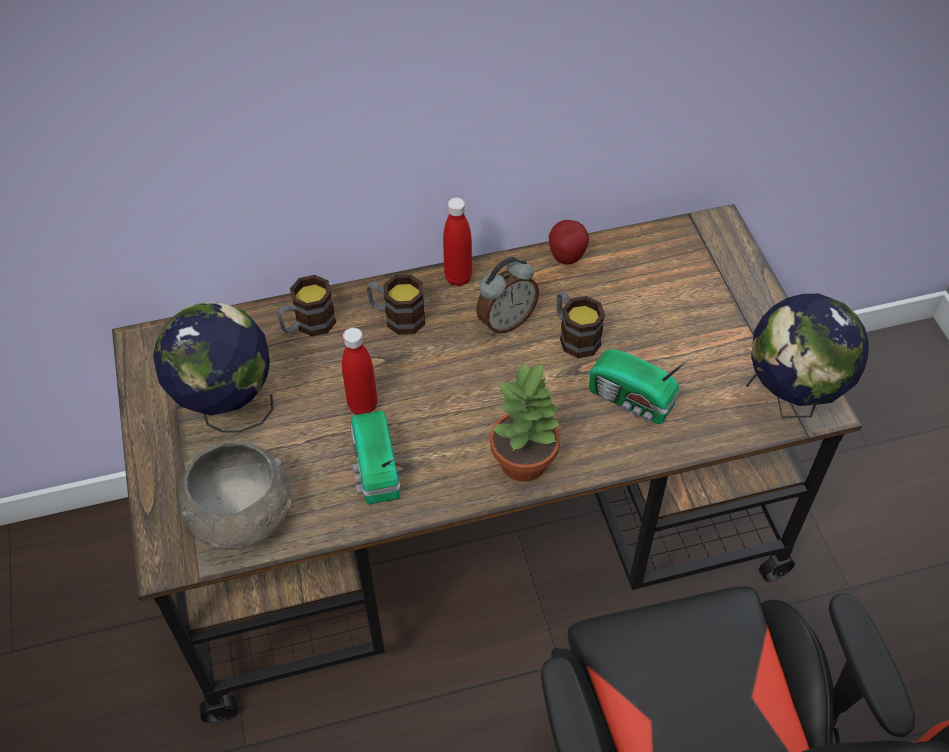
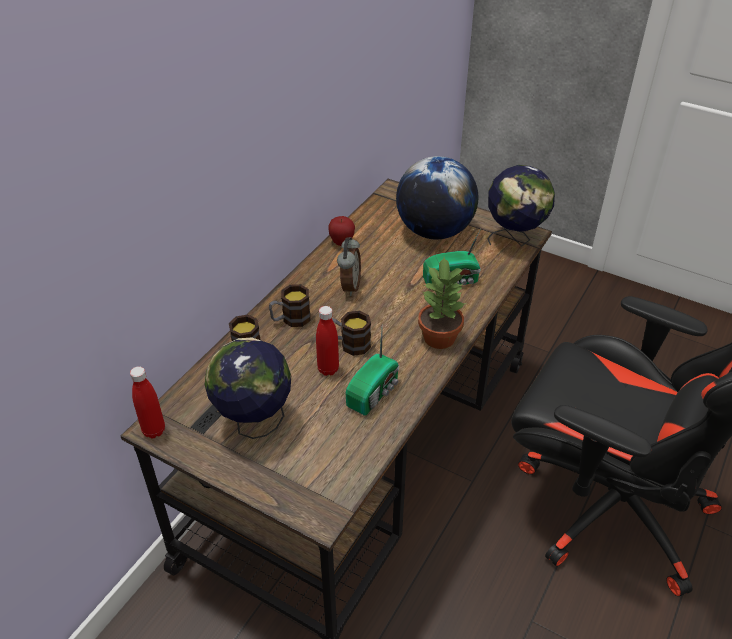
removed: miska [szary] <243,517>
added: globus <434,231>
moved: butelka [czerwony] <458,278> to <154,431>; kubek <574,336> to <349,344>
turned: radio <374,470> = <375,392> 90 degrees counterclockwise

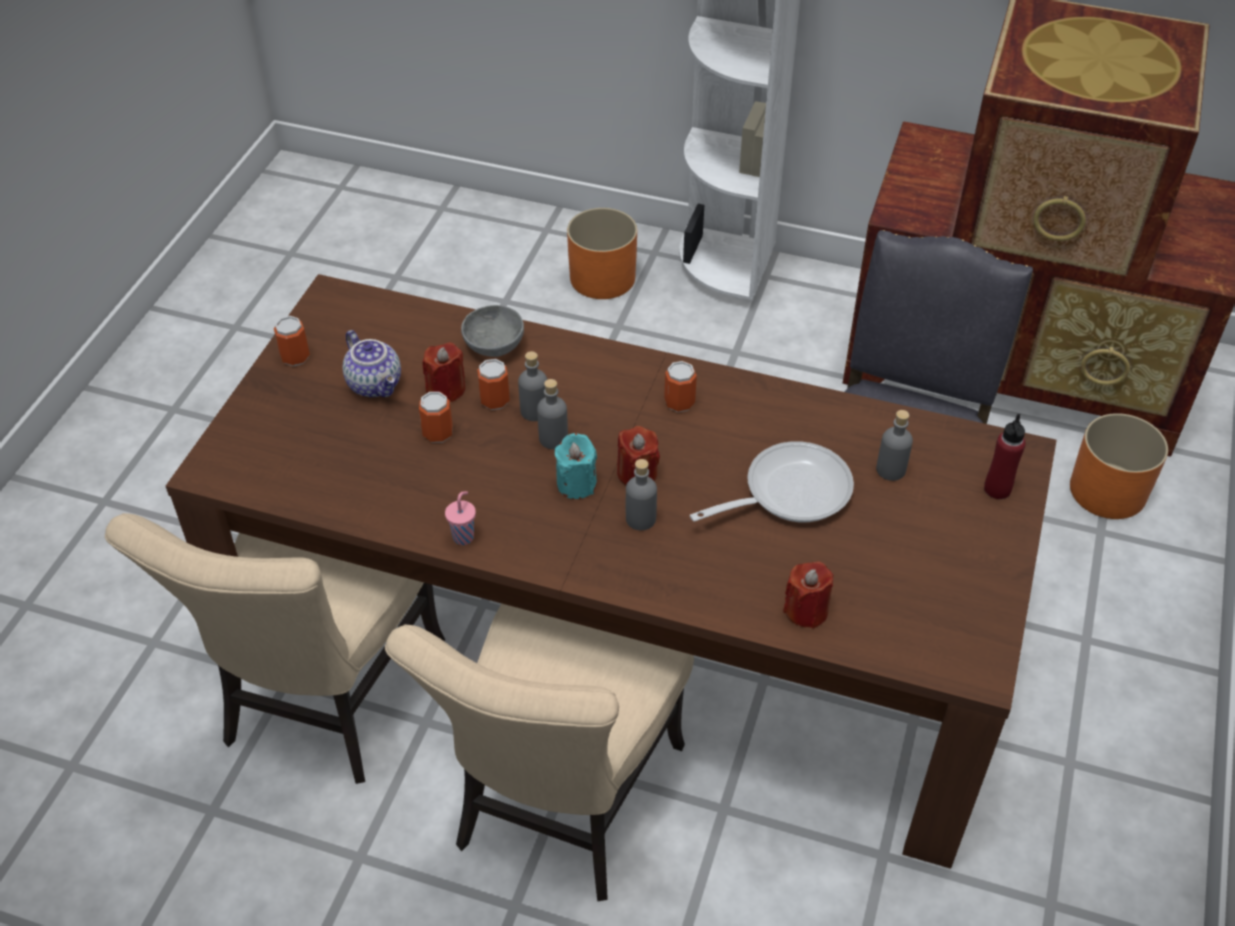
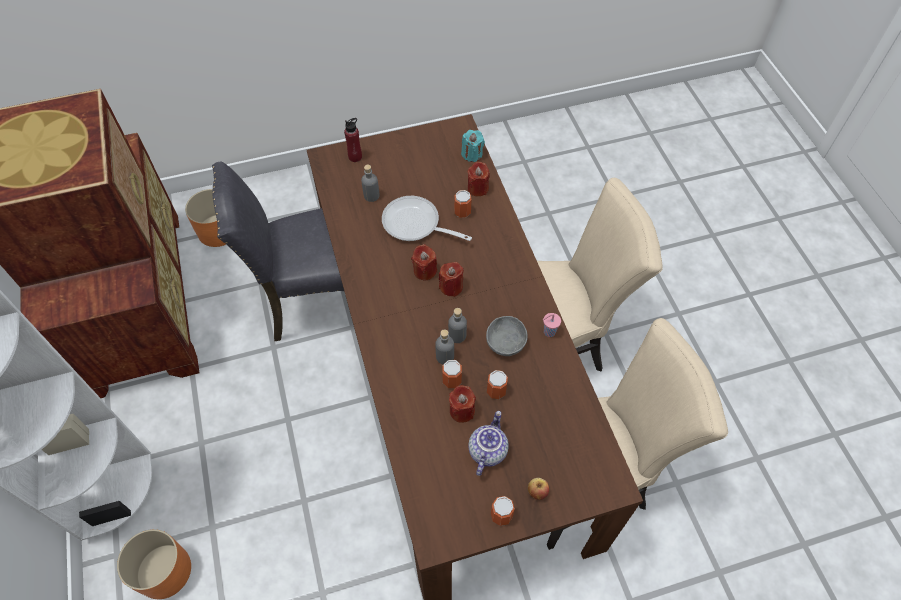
removed: butelka [szary] <640,519>
added: świeca [czerwony] <424,271>; jabłko <537,492>
moved: miska [szary] <493,346> to <506,343>; świeca [turkusowy] <576,484> to <472,154>; puszka <679,403> to <462,212>

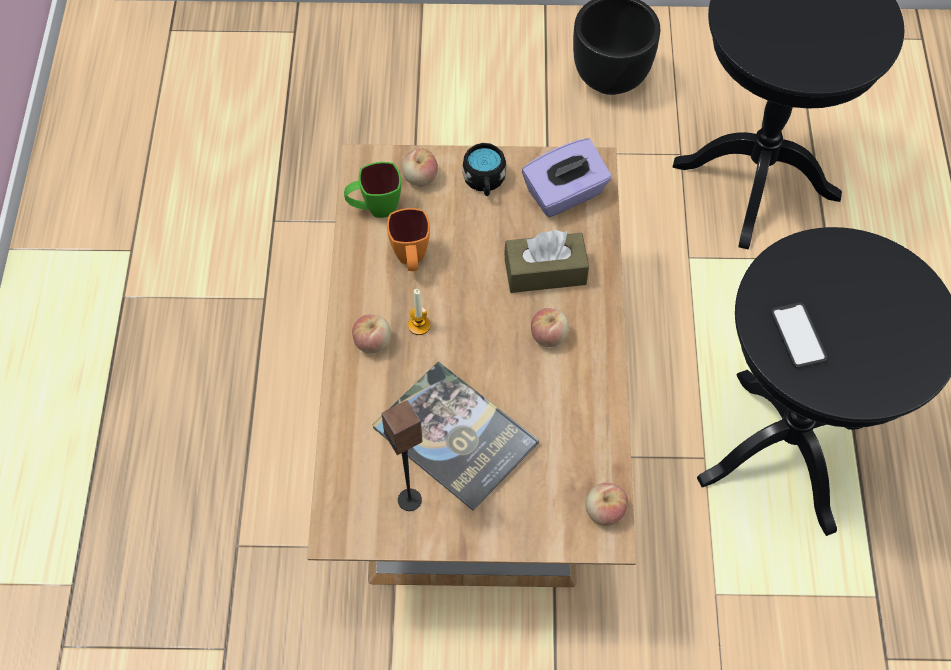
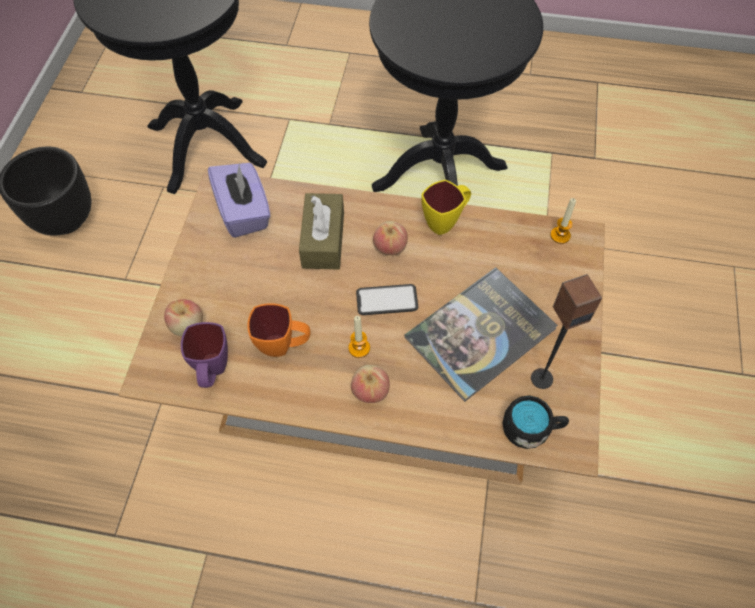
added: kubek [żółty] <446,221>
moved: kubek [czarny] <484,182> to <532,428>; telefon <798,336> to <387,300>
replaced: jabłko <604,511> to świeca <560,235>
recoloured: kubek [zielony] <374,209> to kubek [fioletowy] <213,371>

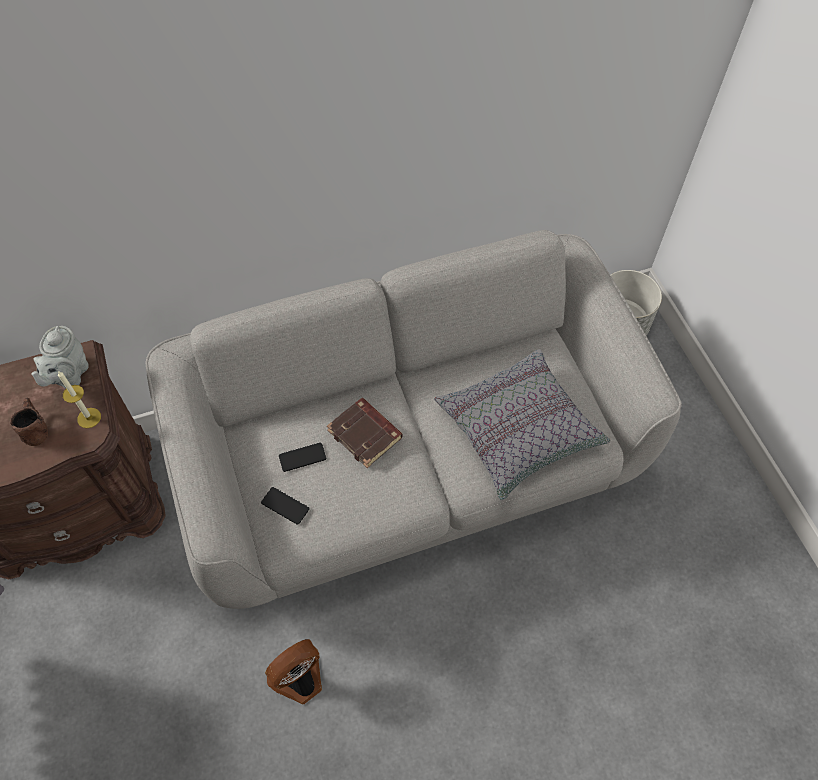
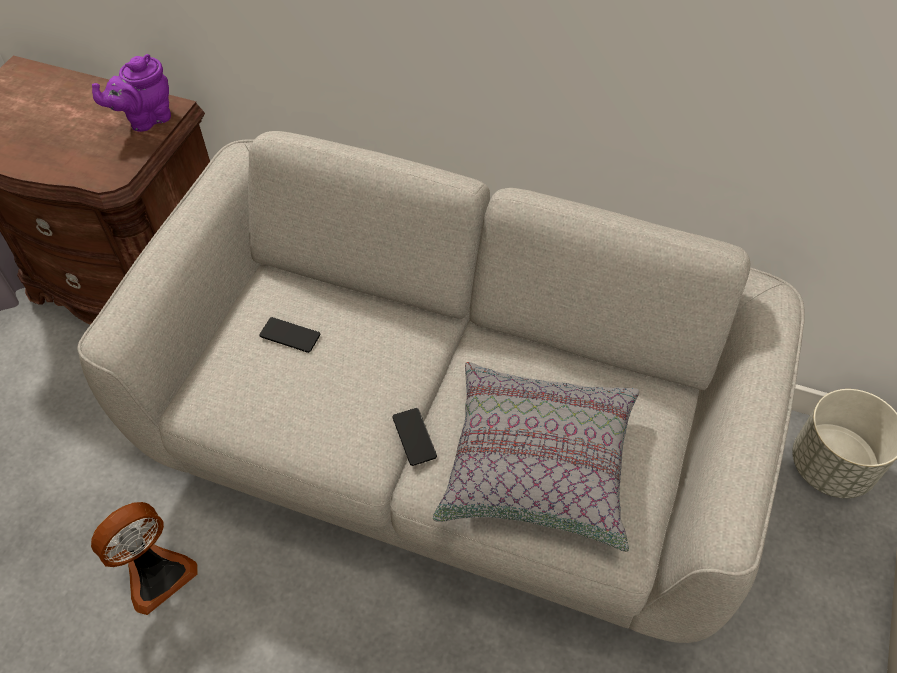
removed: kubek [brązowy] <35,427>; świeca <89,418>; książka [brązowy] <366,434>
moved: telefon <285,506> to <414,437>
recoloured: imbryk [szary] <69,375> to imbryk [fioletowy] <146,119>
turned: wentylator <299,678> = <156,573> 135 degrees clockwise

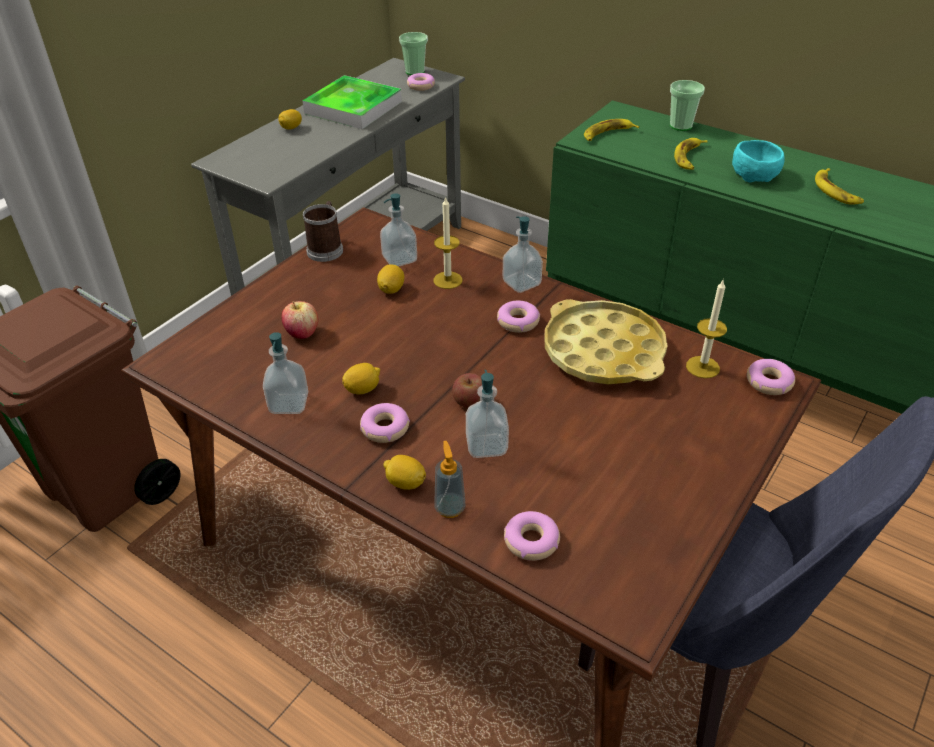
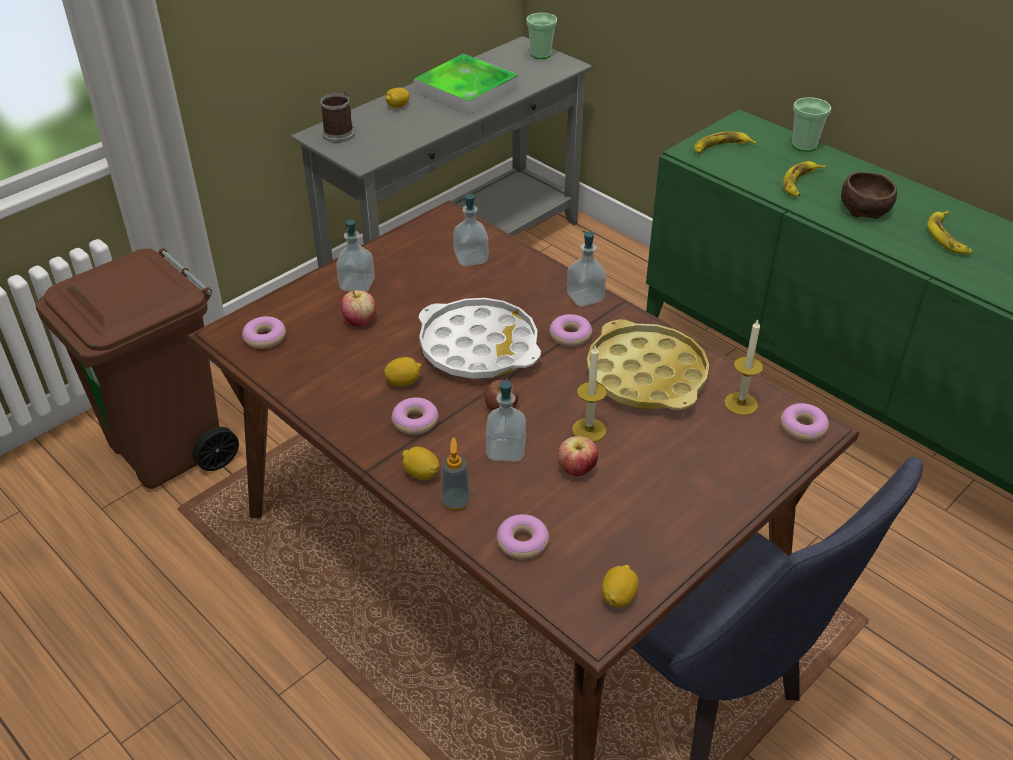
added: taca [biały] <478,347>; jabłko <576,470>
moved: dozownik mydła <289,404> to <357,285>; kubek <326,249> to <340,133>; cytryna <391,289> to <618,597>; donut <421,86> to <265,338>; świeca <448,280> to <589,430>
recoloured: miska [turkusowy] <755,174> to miska [brązowy] <866,209>

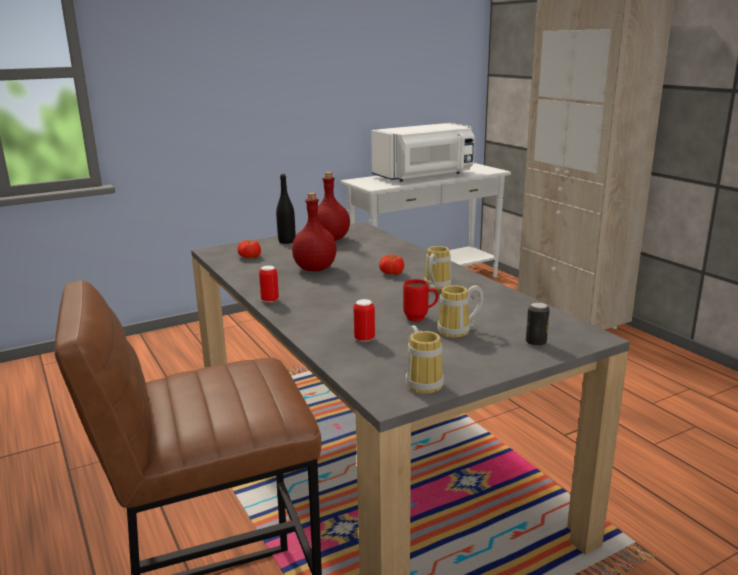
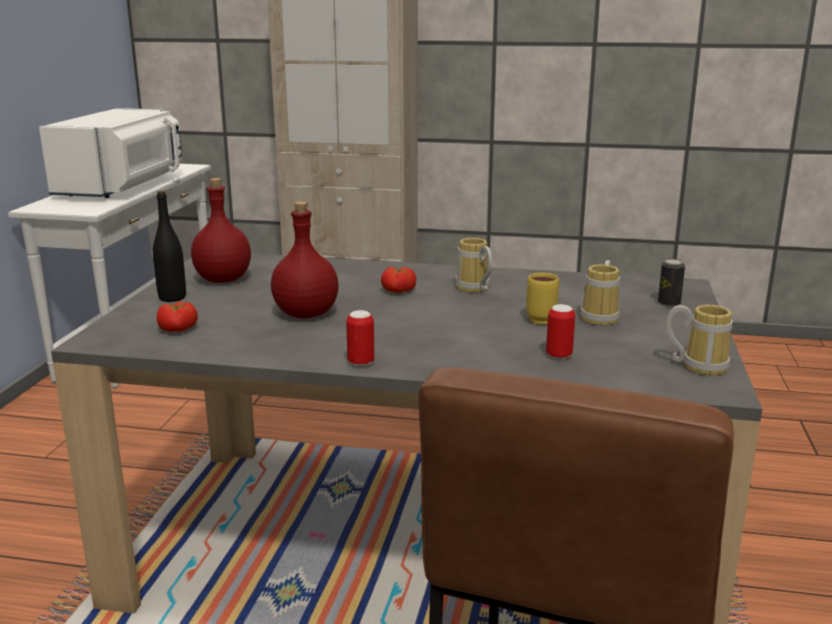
recoloured: kubek [czerwony] <420,318> to kubek [żółty] <544,319>

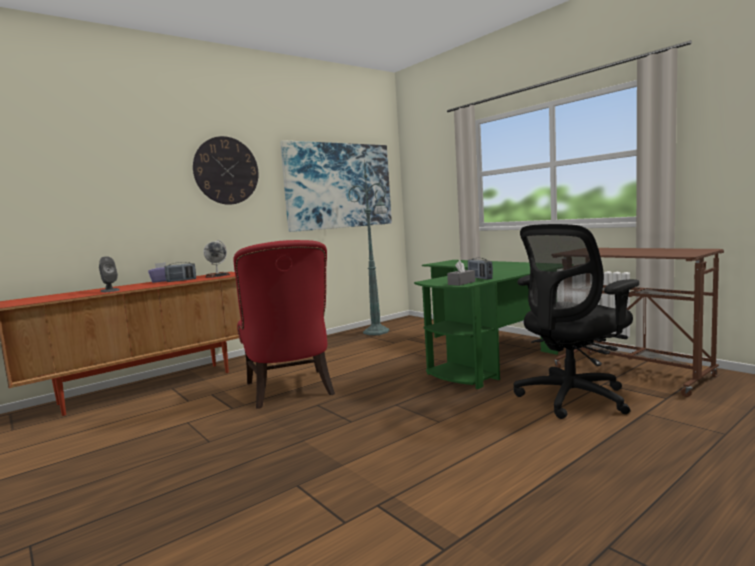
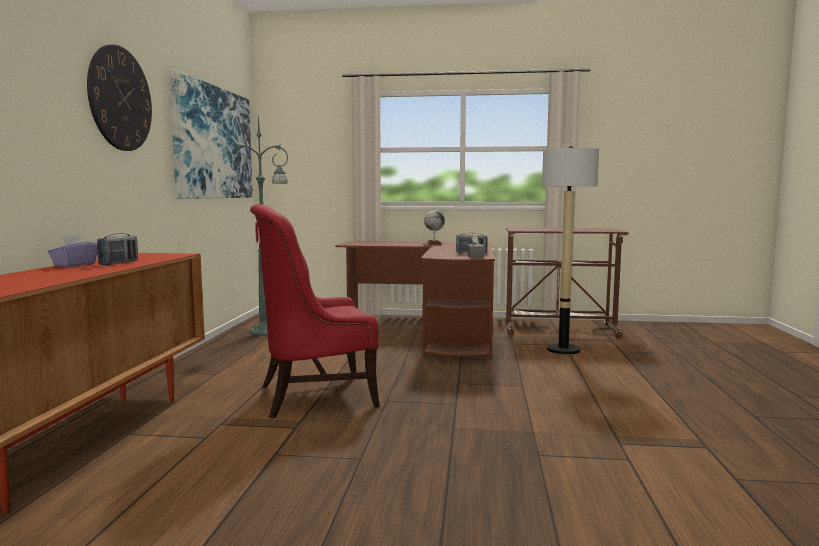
removed: głośnik [szary] <110,290>
moved: globus <217,276> to <434,243>
replaced: krzesło biurowe [czarny] <575,395> to lampa stojąca <563,349>
recoloured: biurko [zielony] <489,353> to biurko [brązowy] <432,333>
turned: krzesło [czerwony] <290,389> = <315,396> 135 degrees clockwise

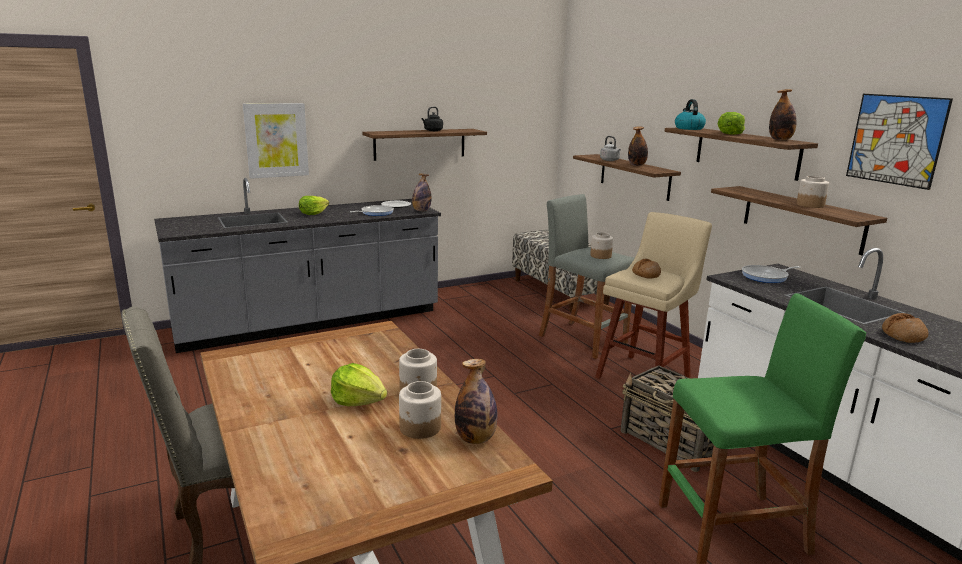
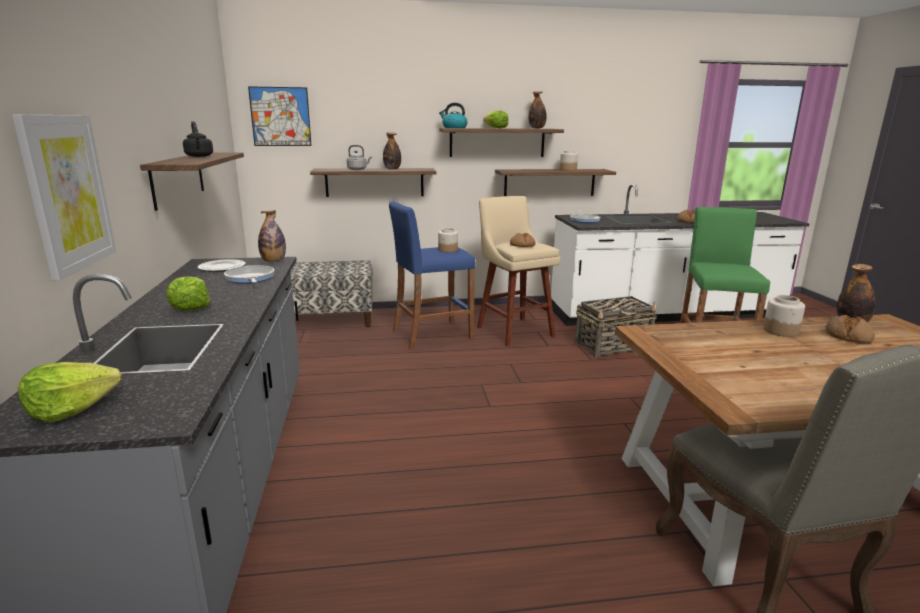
moved: sałata <358,401> to <71,409>; obraz <896,140> to <280,116>
replaced: słoik <420,428> to chleb <848,336>
recoloured: stołek [szary] <582,339> to stołek [niebieski] <431,335>

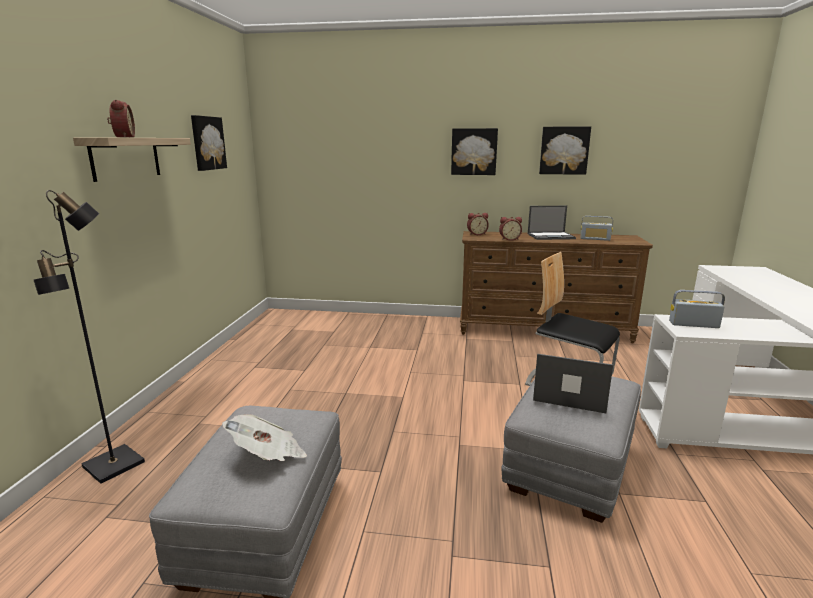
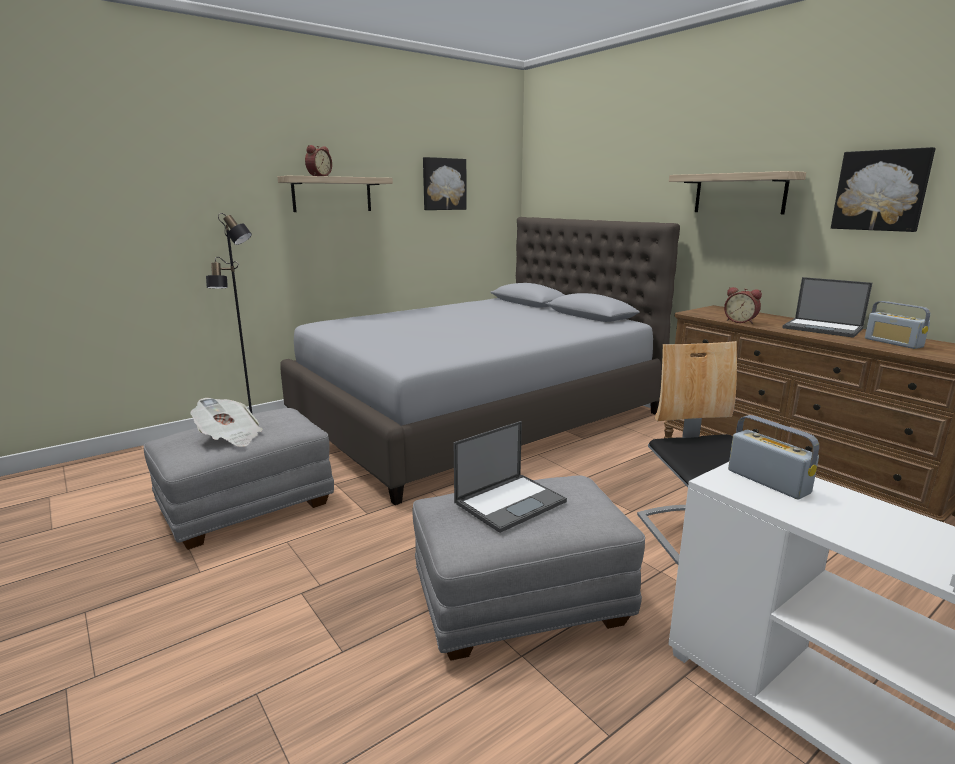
removed: budzik <476,234>
added: łóżko [szary] <477,415>
replaced: obraz <474,151> to półka <739,193>
turned: laptop <569,394> = <510,501> 75 degrees clockwise

